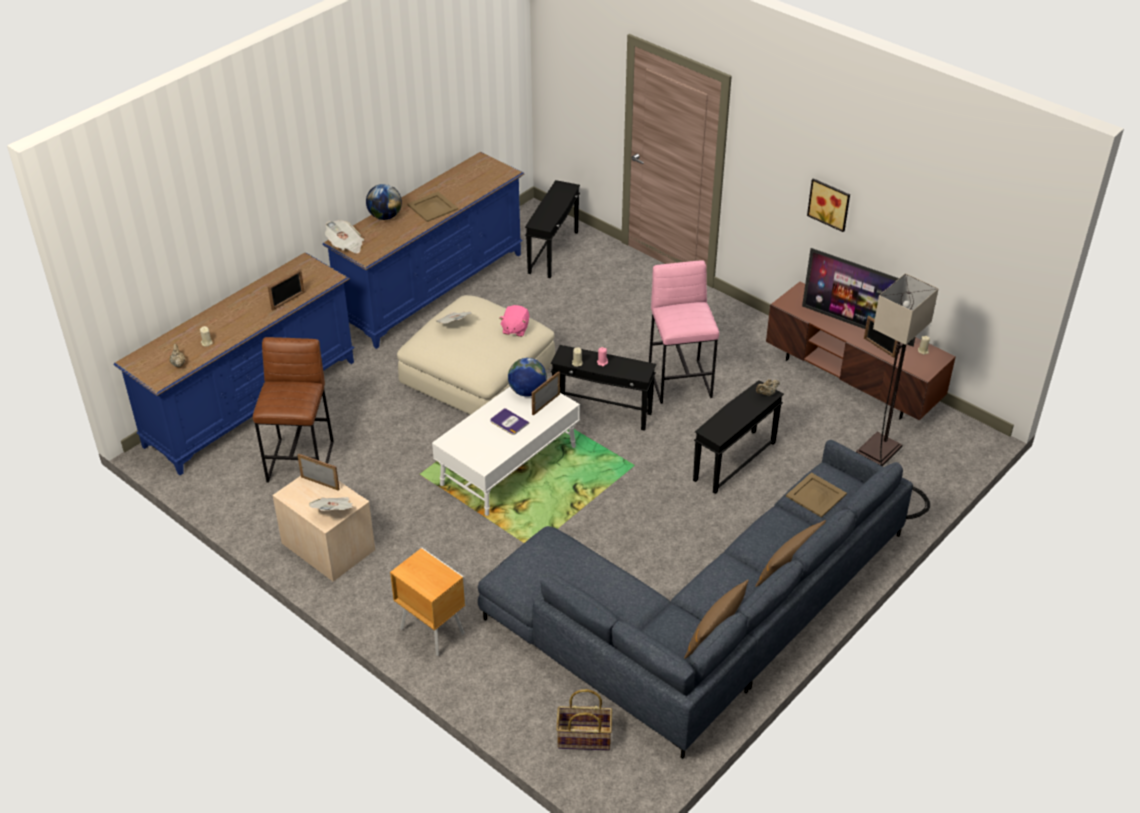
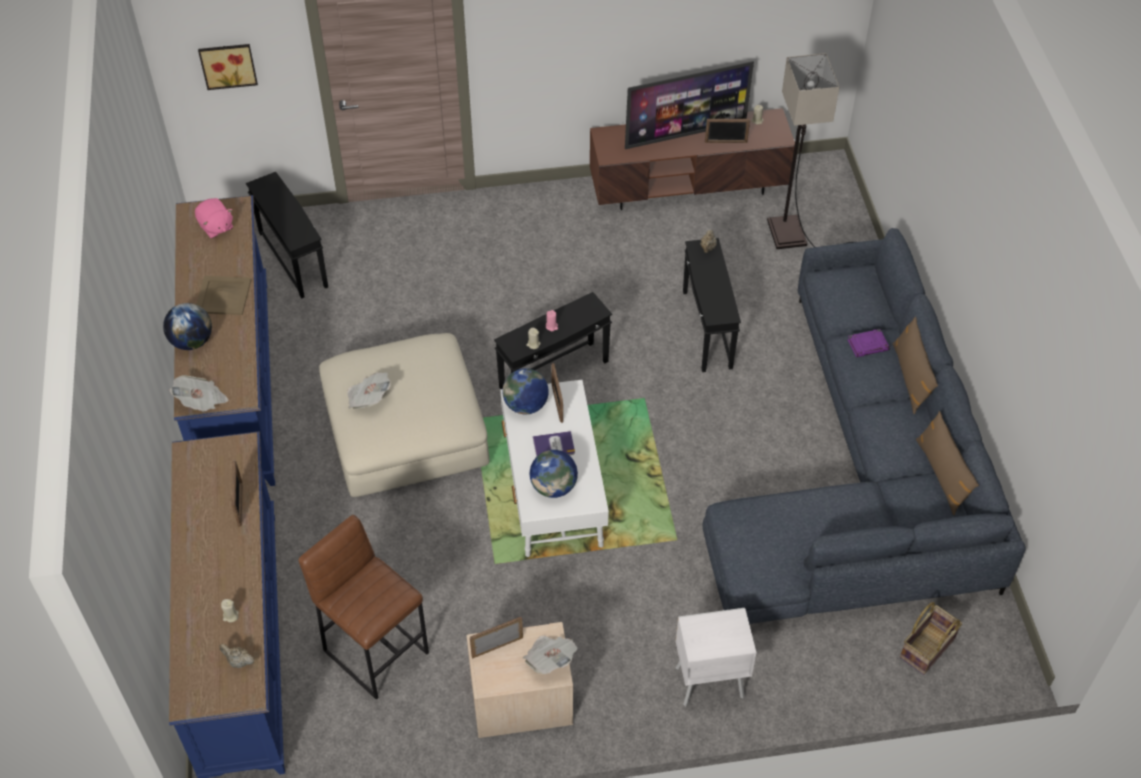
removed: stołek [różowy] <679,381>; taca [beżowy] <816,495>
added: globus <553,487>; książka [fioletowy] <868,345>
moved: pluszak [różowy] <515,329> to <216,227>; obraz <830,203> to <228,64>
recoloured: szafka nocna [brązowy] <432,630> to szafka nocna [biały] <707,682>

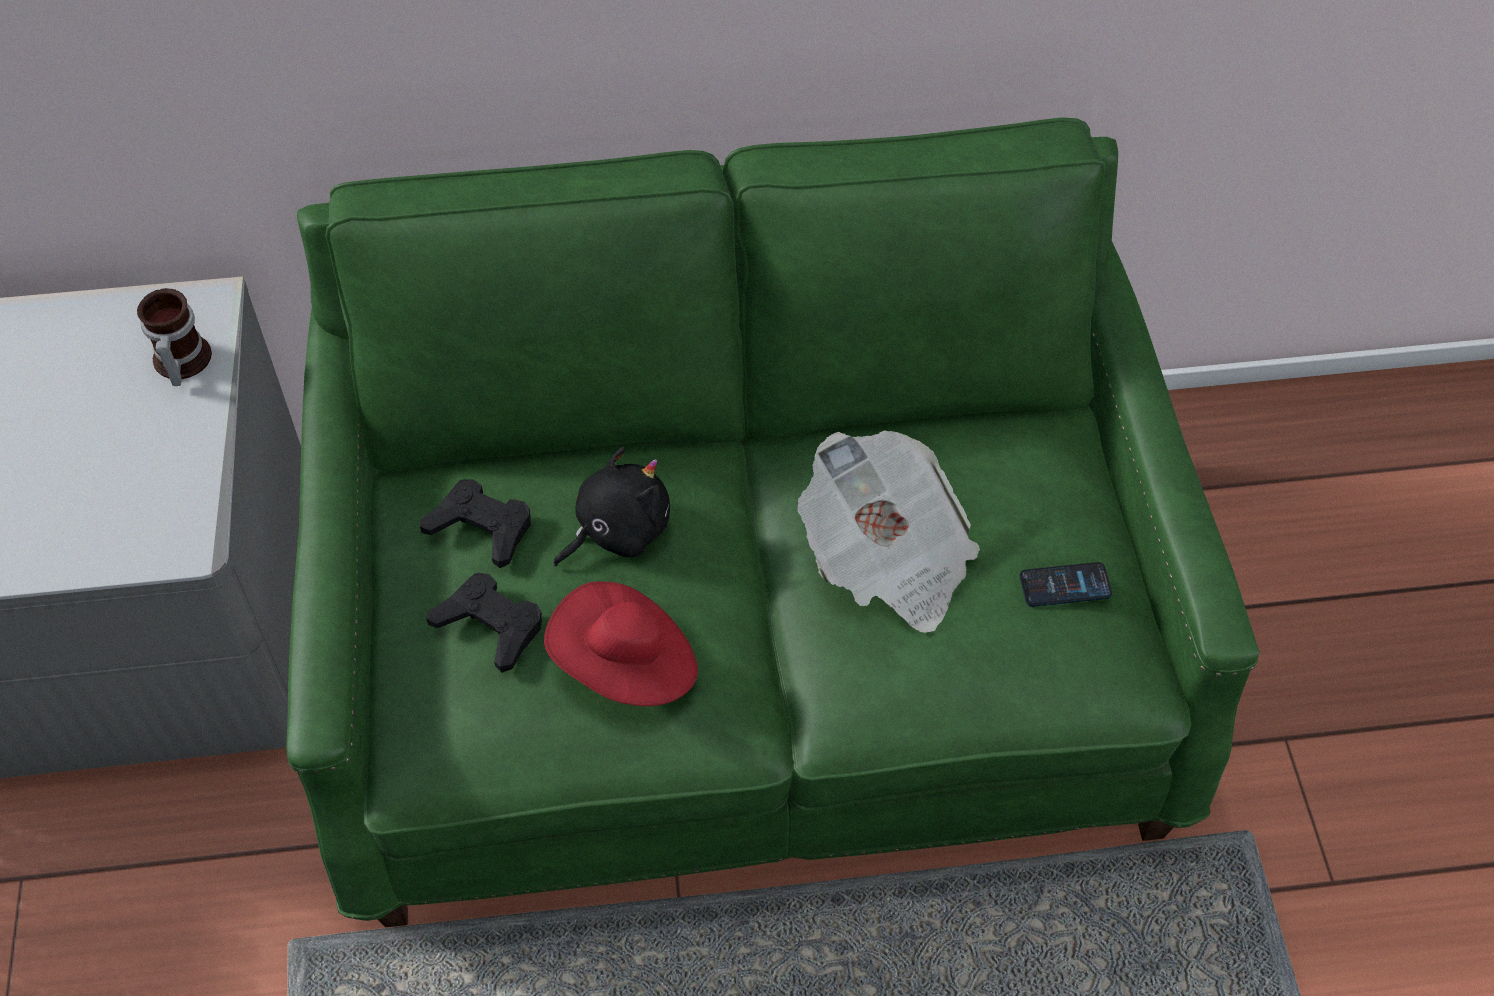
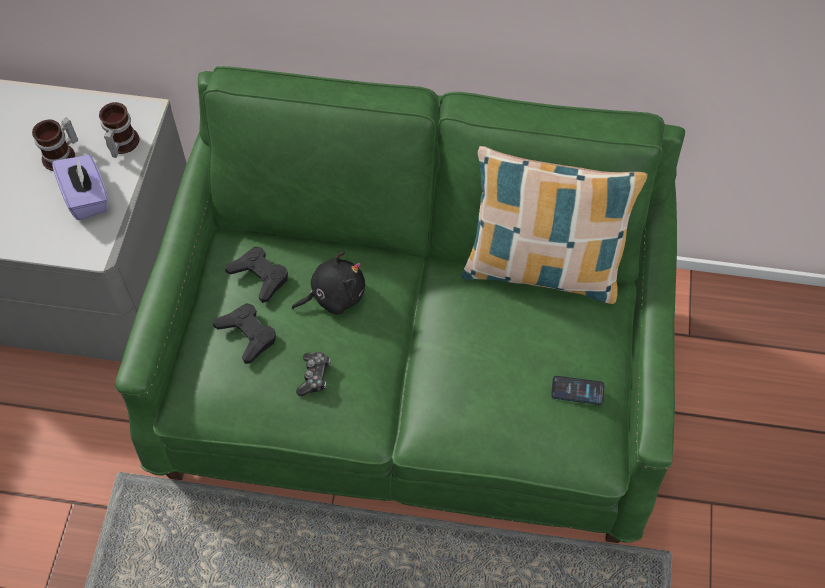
removed: gazeta <887,558>
added: kubek <62,156>; pudełko chusteczek [fioletowy] <87,197>; poduszka <541,270>
replaced: kapelusz [czerwony] <626,666> to pad do gier <314,376>

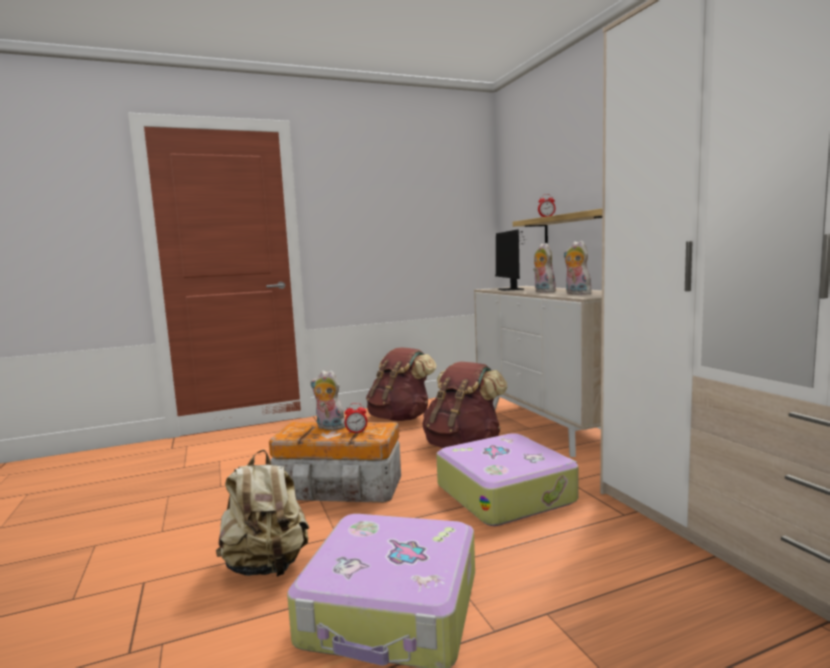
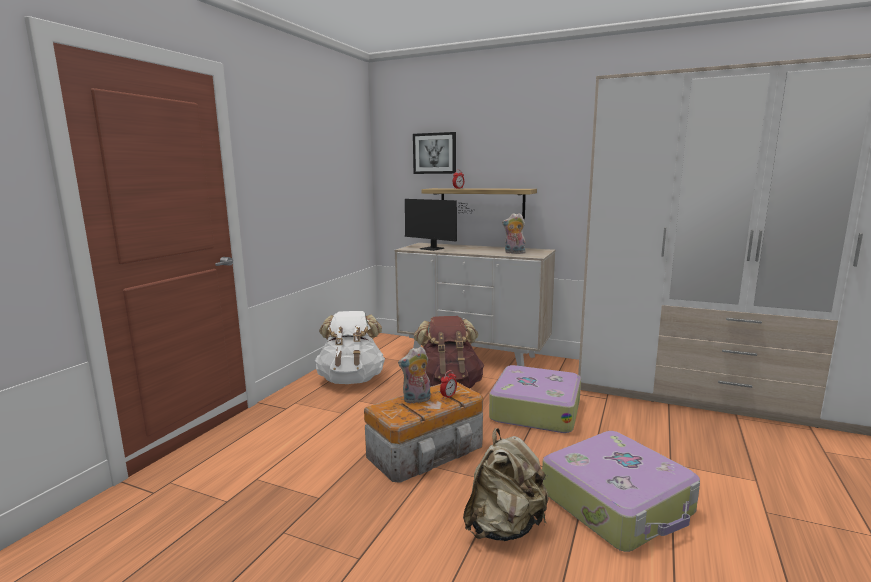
removed: pluszak <542,292>
added: obraz <435,153>
recoloured: plecak [brązowy] <400,418> to plecak [biały] <351,379>

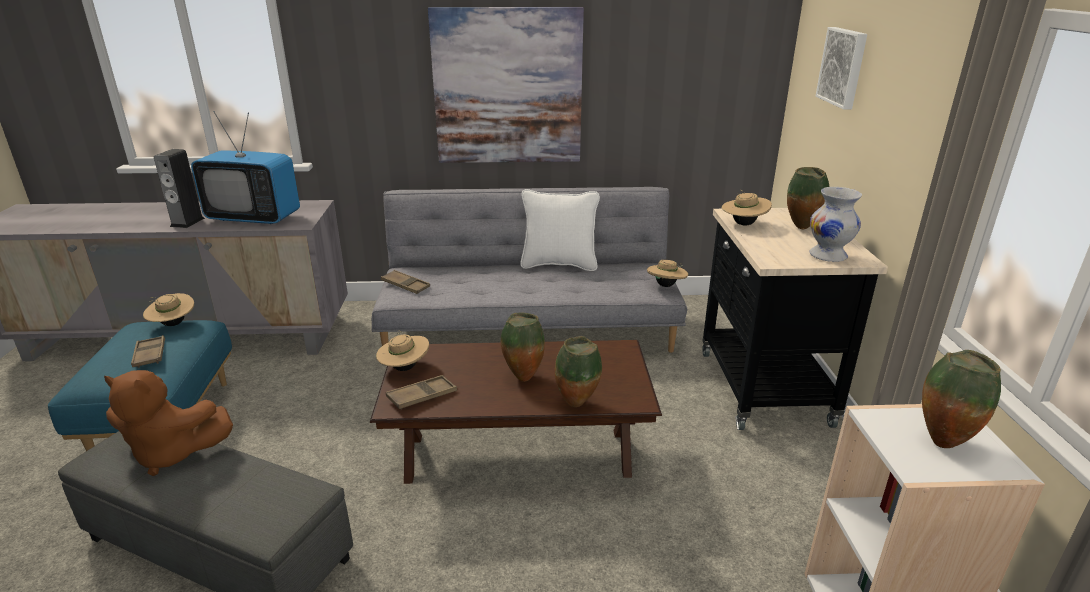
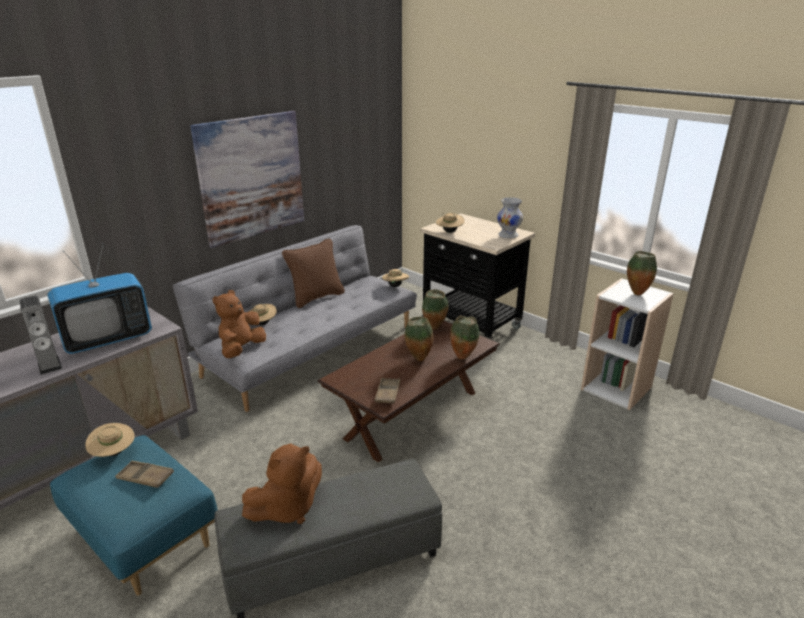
removed: obraz <843,67>
moved: kapelusz [beżowy] <404,368> to <262,323>; wazon <801,228> to <435,328>
replaced: taca [brązowy] <405,285> to pluszak [brązowy] <241,349>
recoloured: poduszka [biały] <559,264> to poduszka [brązowy] <316,297>

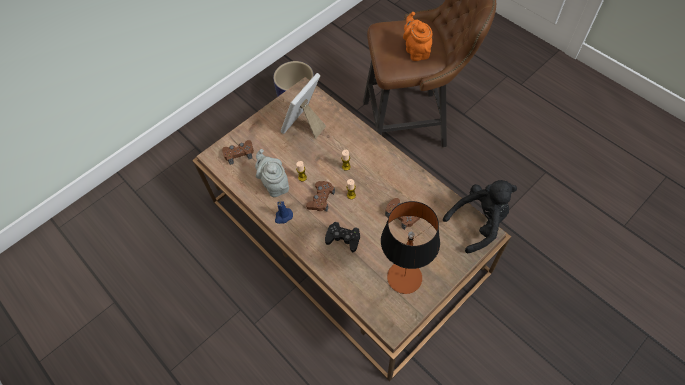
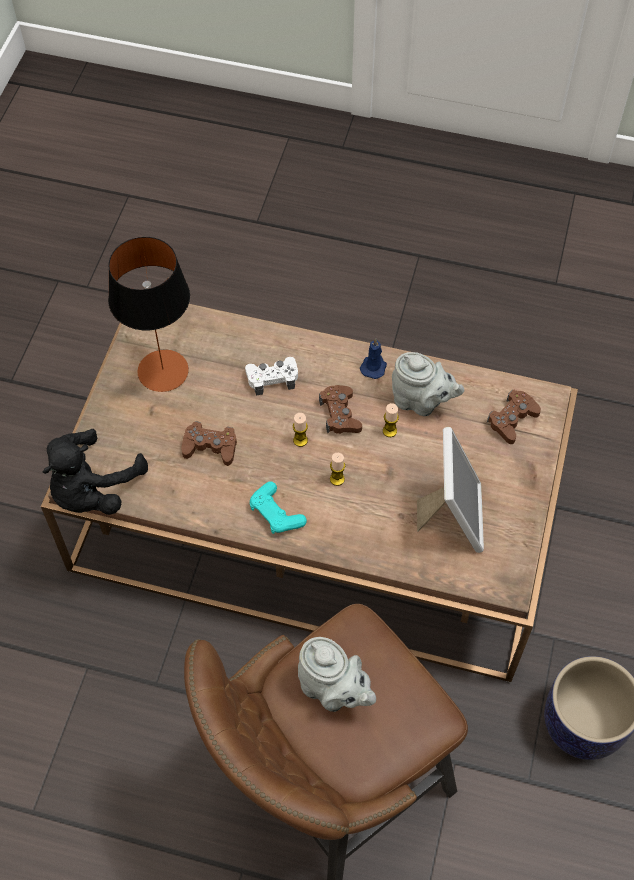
added: pad do gier [turkusowy] <276,513>
recoloured: pad do gier [czarny] <343,238> to pad do gier [biały] <272,378>; imbryk [pomarańczowy] <416,51> to imbryk [szary] <333,691>

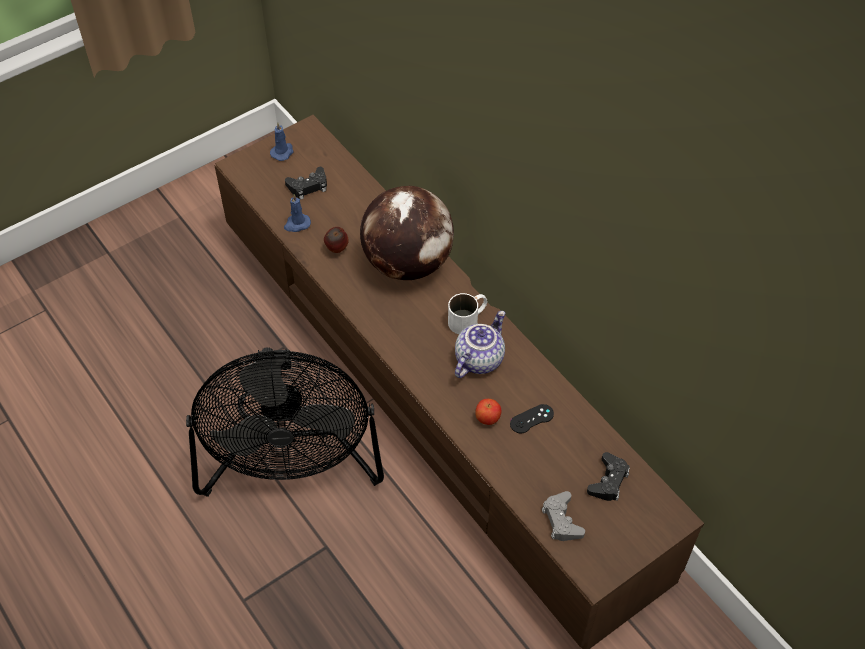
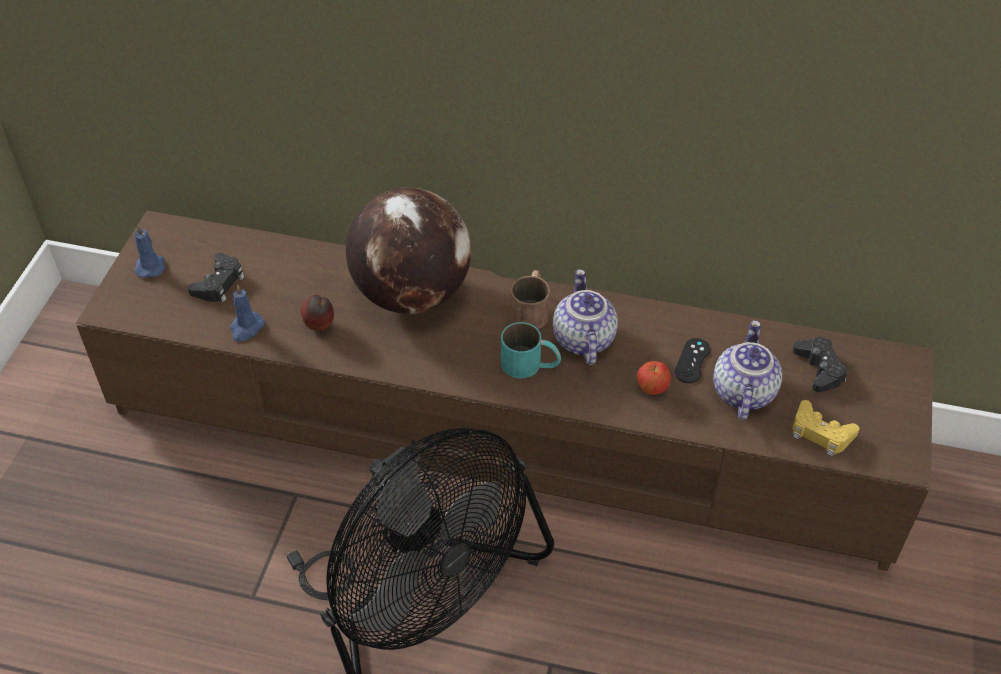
added: kubek [turkusowy] <530,365>; imbryk <742,392>
recoloured: kubek [biały] <468,319> to kubek [brązowy] <531,308>; pad do gier [szary] <561,520> to pad do gier [żółty] <820,433>

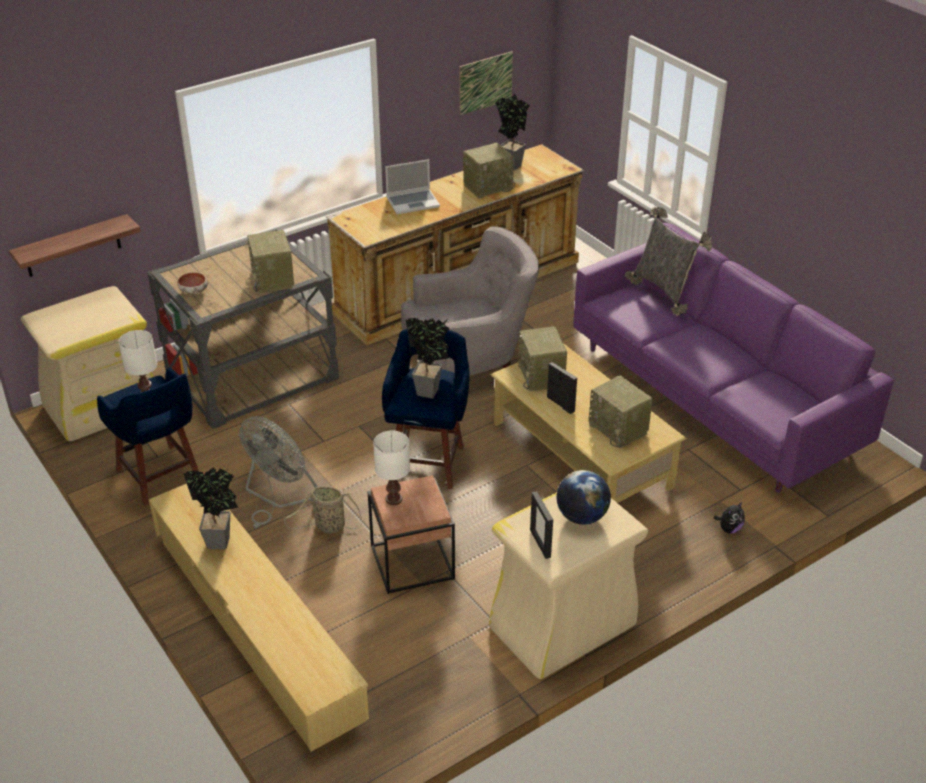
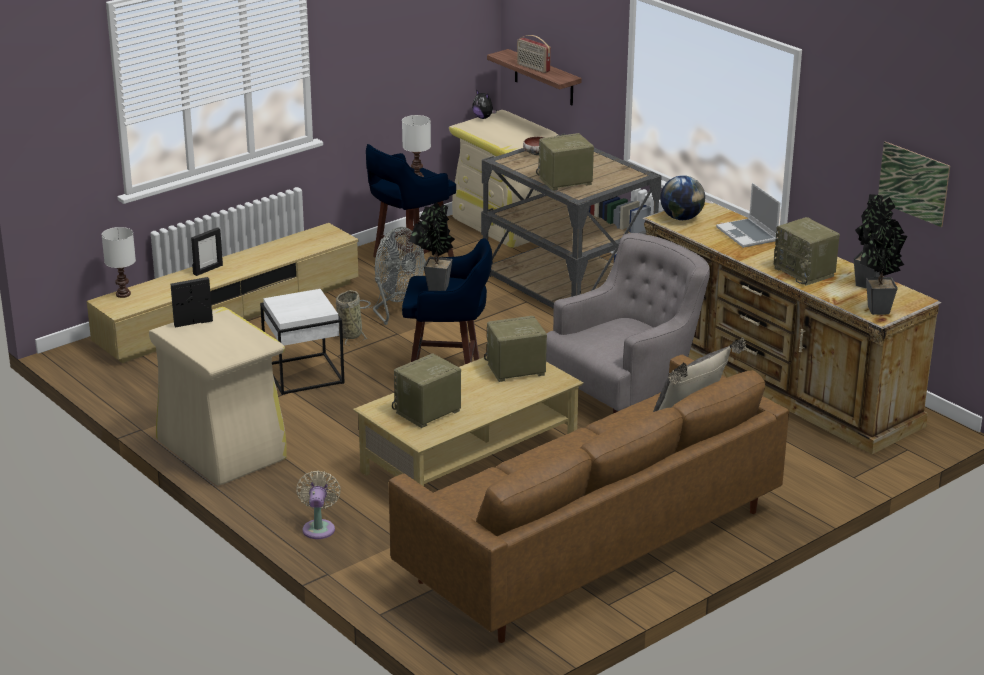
added: wentylator [beżowy] <319,527>; radio <533,68>
moved: roślina doniczkowa <222,544> to <877,311>; lampa stołowa [biały] <393,499> to <123,294>; ramka na zdjęcie <560,404> to <208,269>; globus <581,516> to <681,218>; pluszak <729,529> to <483,117>
recoloured: stolik [brązowy] <411,562> to stolik [biały] <304,374>; kanapa [fioletowy] <713,399> to kanapa [brązowy] <590,546>
turned: fotel [szary] <470,360> = <626,389> 105 degrees counterclockwise

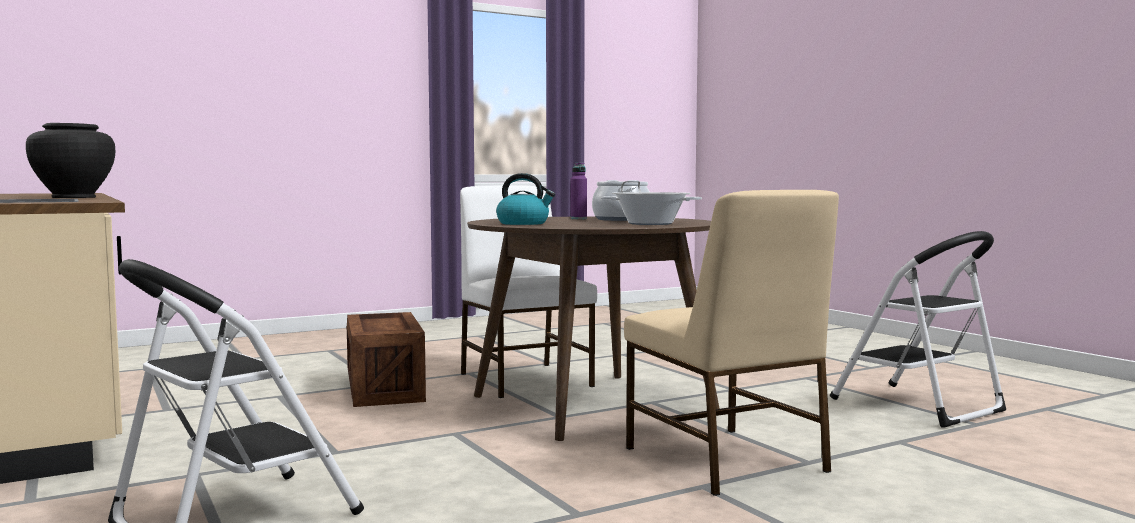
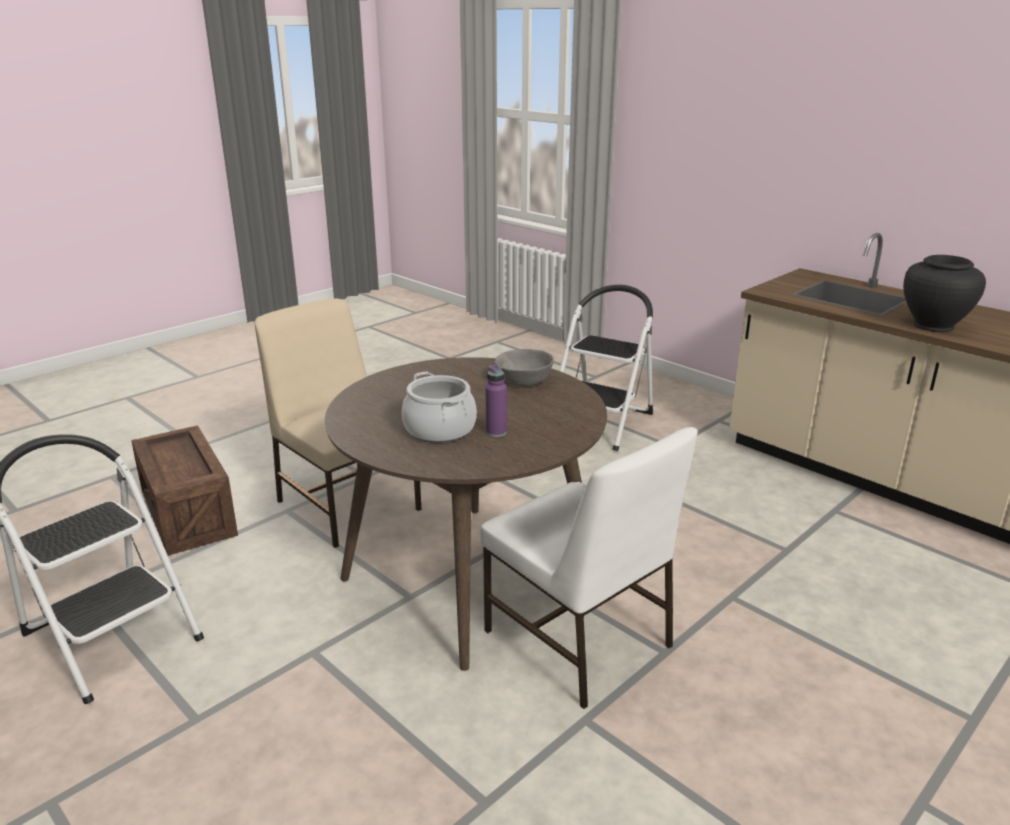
removed: garnek <650,224>
moved: skrzynka <384,389> to <189,515>
replaced: czajnik <524,223> to miska [szary] <524,381>

